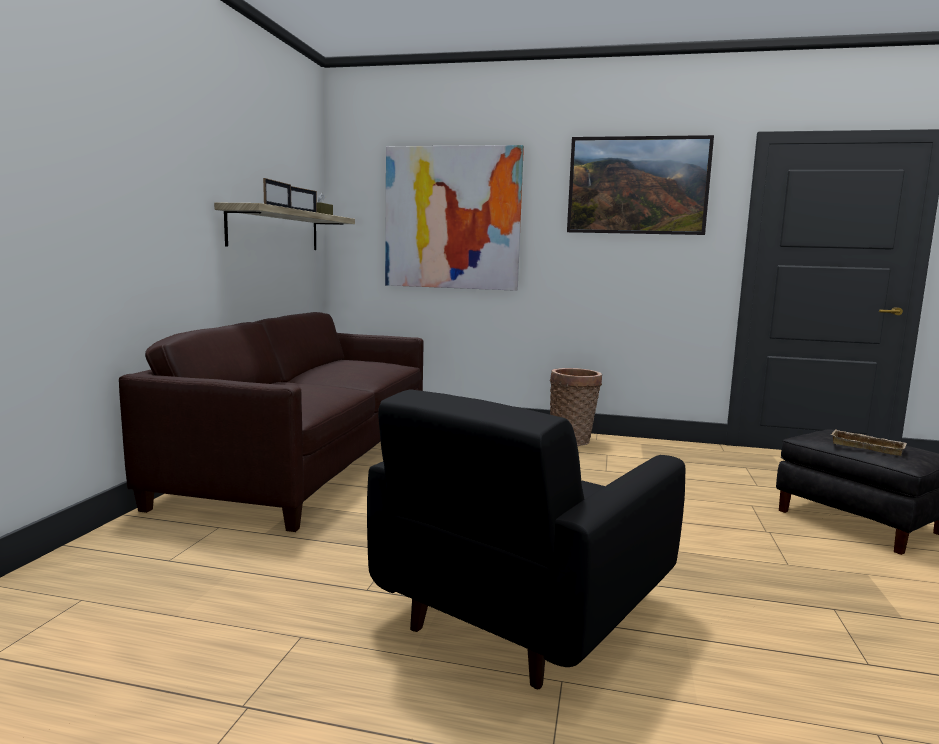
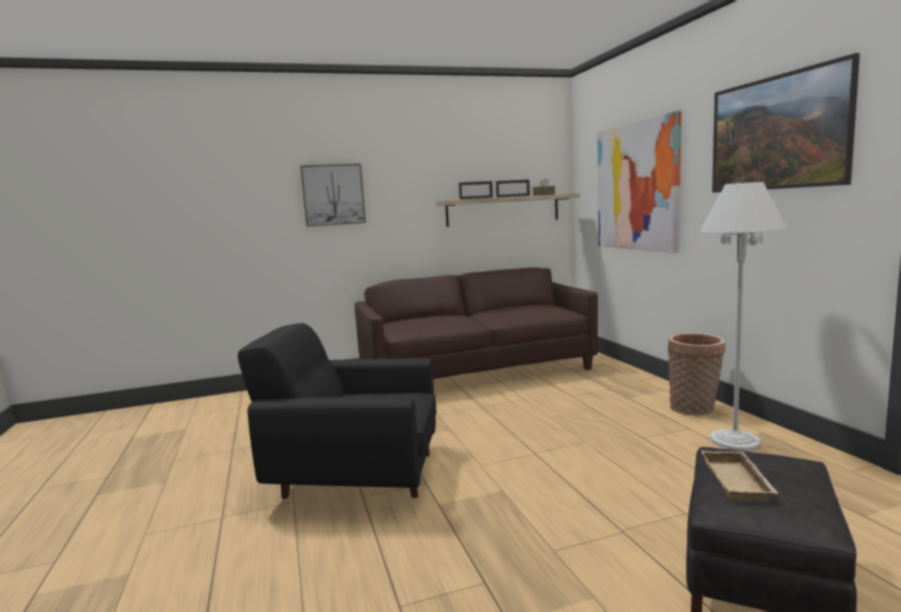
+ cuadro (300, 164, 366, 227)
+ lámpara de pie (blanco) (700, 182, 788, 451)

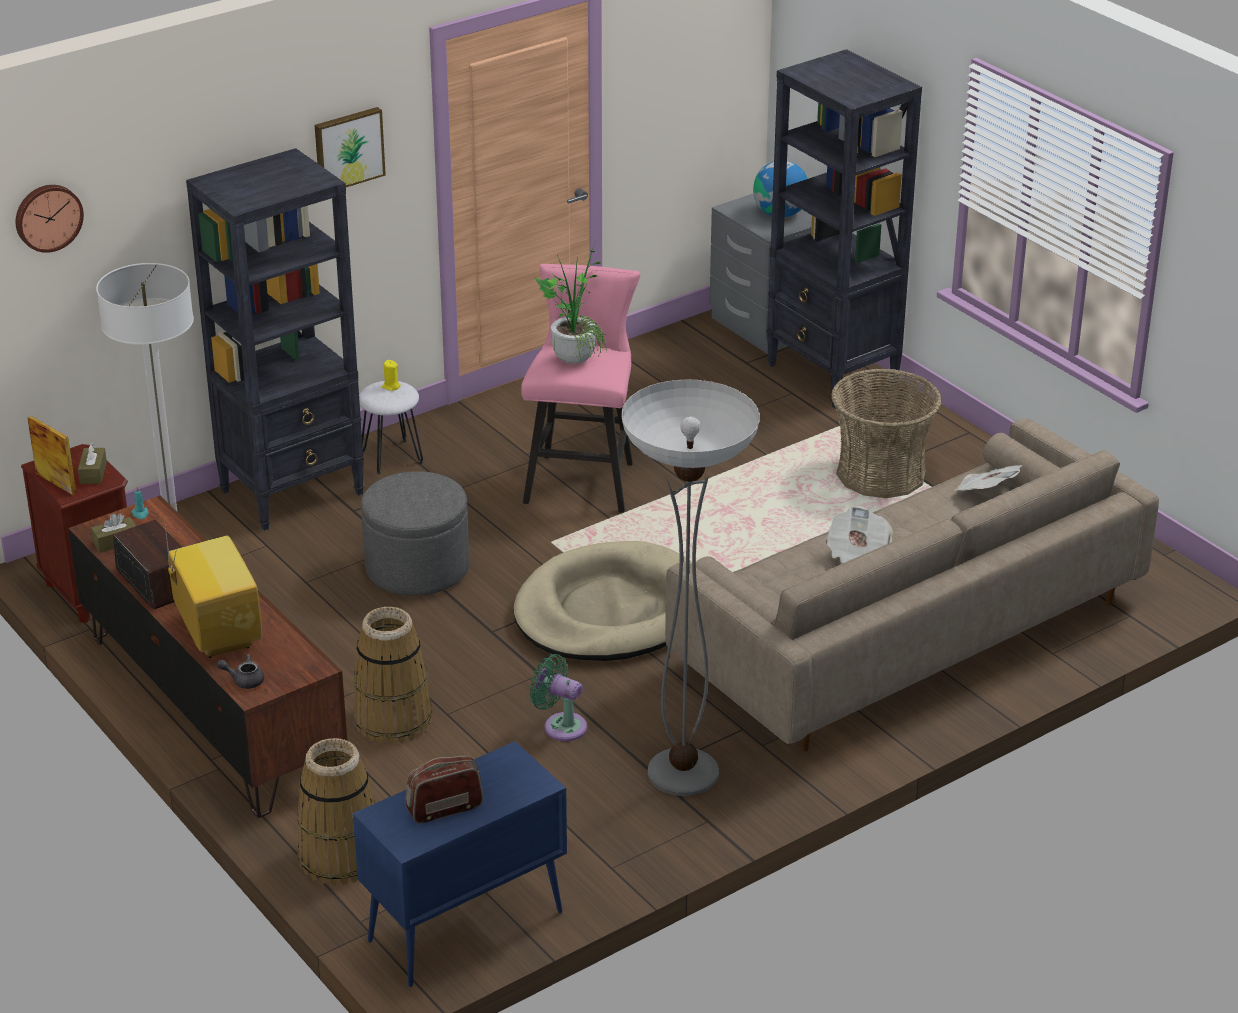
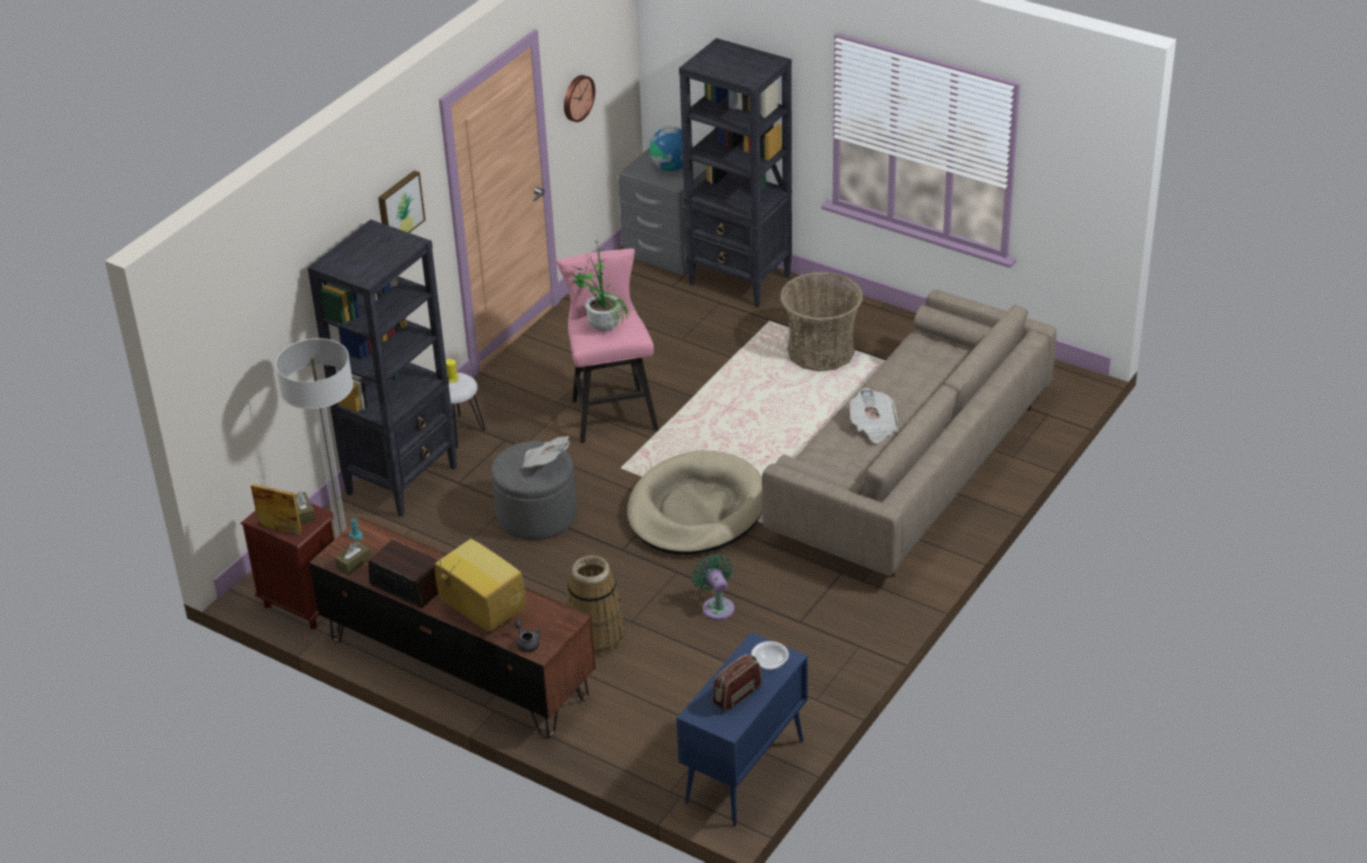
~ reloj de pared (16, 185, 84, 253) to (564, 75, 595, 122)
- lámpara de pie (621, 379, 760, 796)
~ periódico (954, 465, 1022, 491) to (522, 436, 569, 468)
~ tetera (gris) (217, 654, 264, 689) = (514, 620, 541, 652) 75 degrees clockwise
~ ventilador (verde) (530, 654, 587, 741) = (692, 554, 734, 620) 60 degrees clockwise
- cesta (297, 738, 375, 885)
+ cuenco (751, 641, 789, 670)

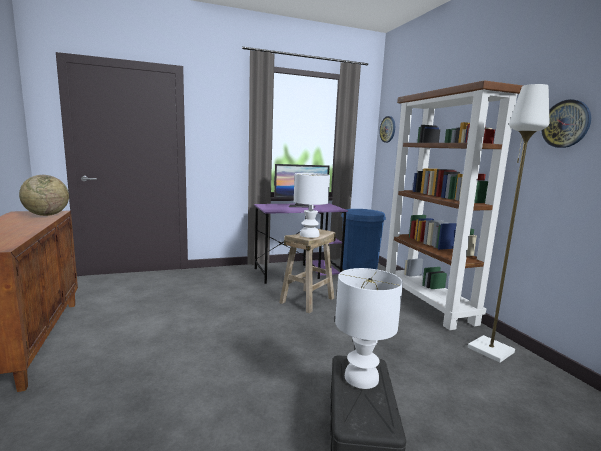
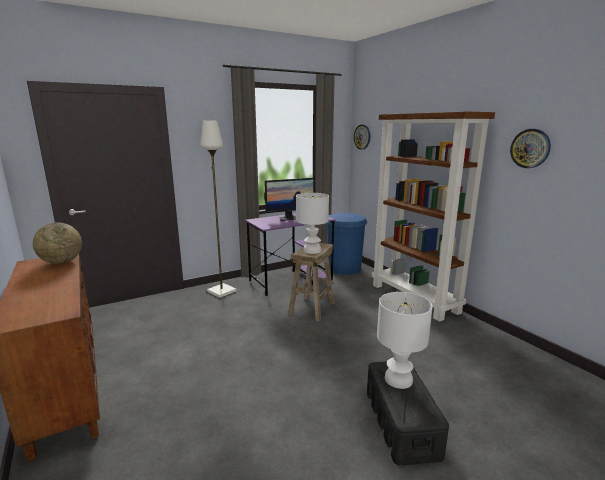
~ lámpara de pie (blanco) (468, 84, 549, 363) to (200, 121, 236, 298)

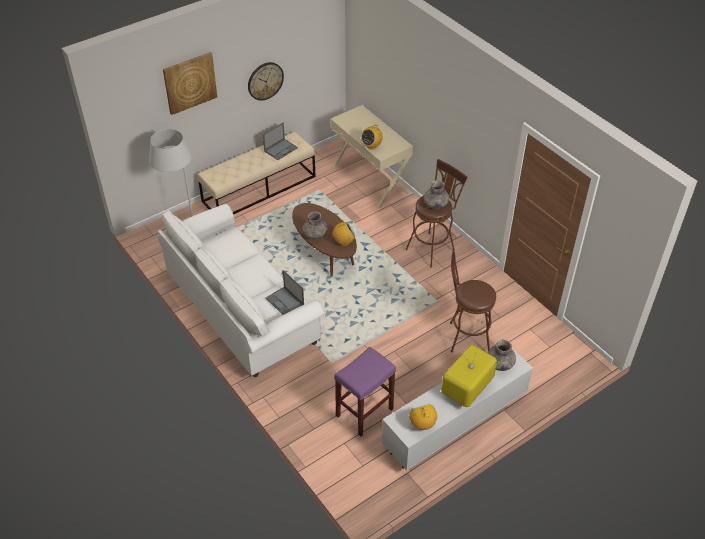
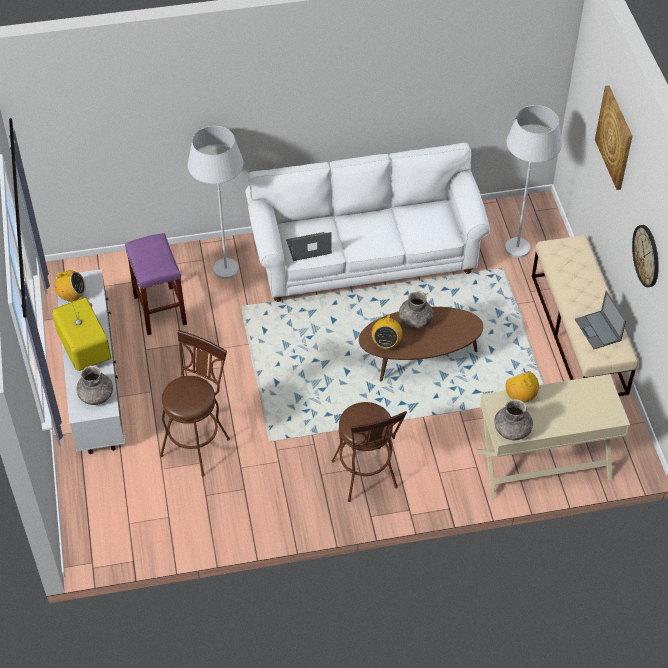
~ florero (gris) (424, 180, 449, 209) to (494, 399, 533, 440)
+ lámpara de pie (blanco) (188, 126, 243, 279)

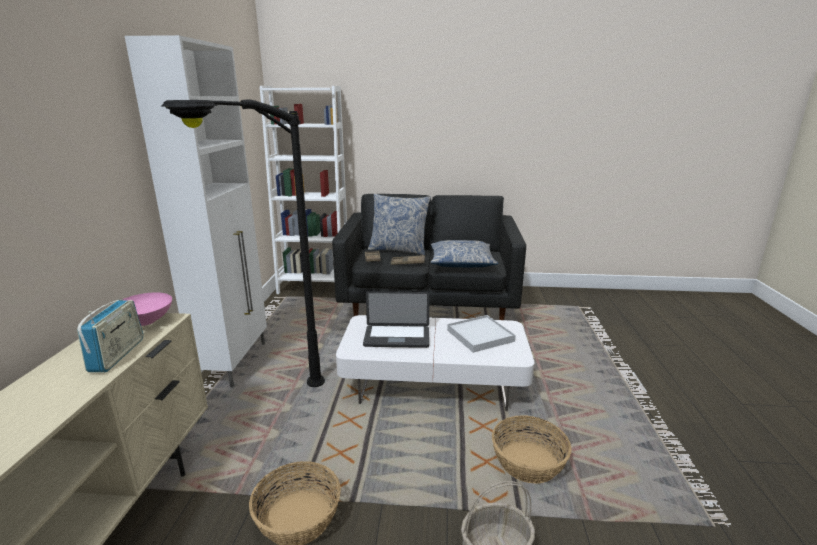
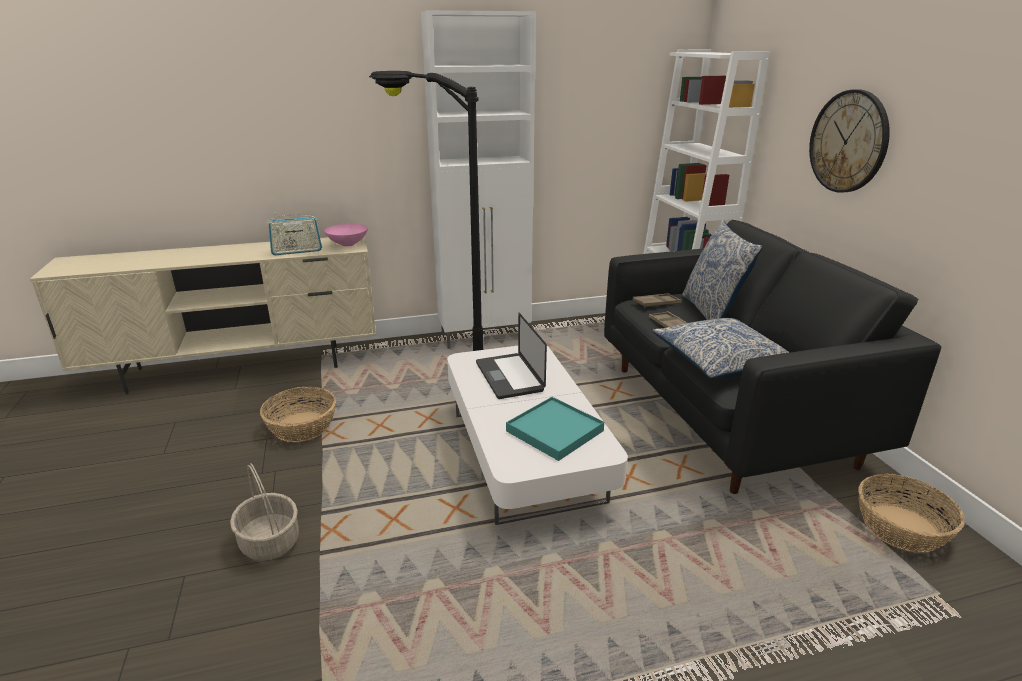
~ bandeja (blanco) (447, 315, 516, 353) to bandeja (turquesa) (506, 397, 604, 461)
~ cesta (492, 415, 572, 484) to (858, 474, 965, 553)
+ reloj de pared (809, 90, 890, 193)

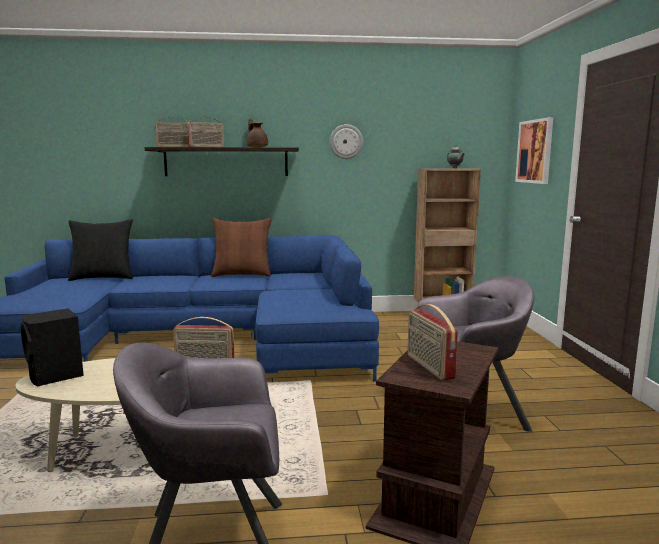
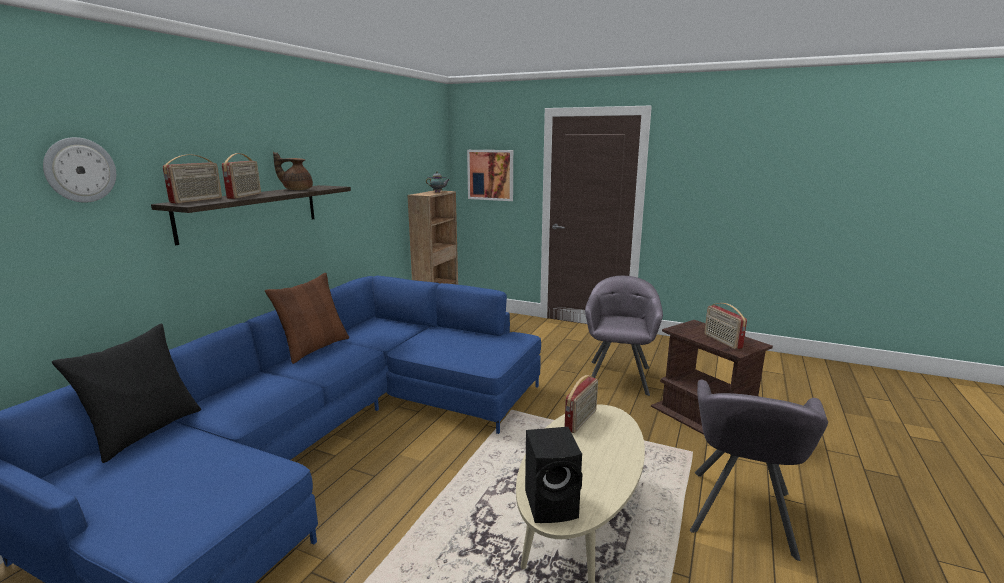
~ reloj de pared (329, 124, 363, 159) to (43, 137, 116, 203)
~ radio (407, 304, 458, 380) = (705, 303, 747, 349) 60 degrees clockwise

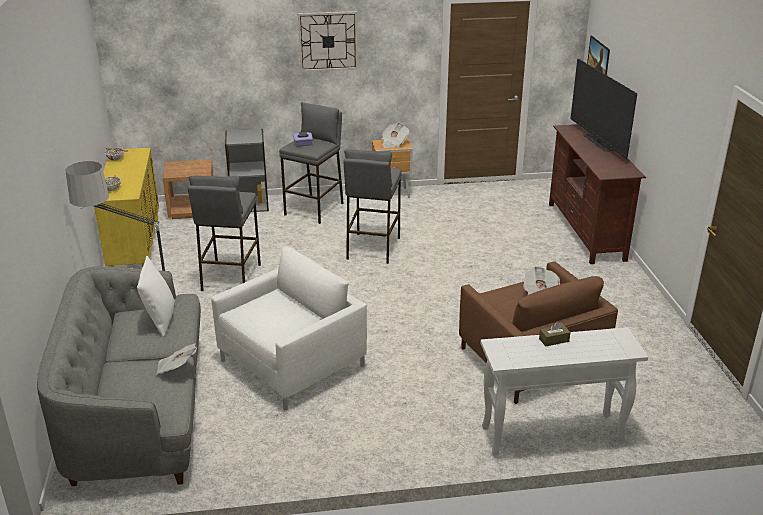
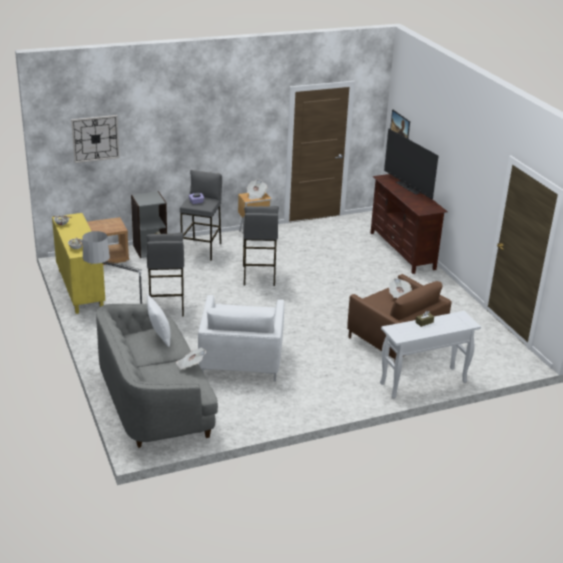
~ reloj de pared (298, 11, 358, 72) to (71, 115, 120, 163)
~ sillón (blanco) (211, 247, 367, 411) = (198, 295, 284, 382) 150 degrees clockwise

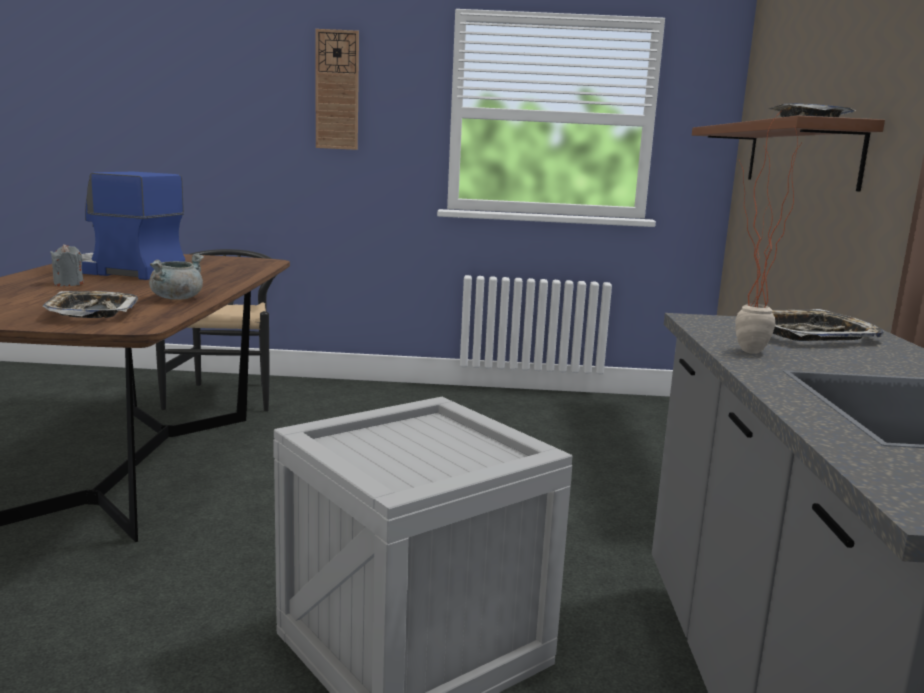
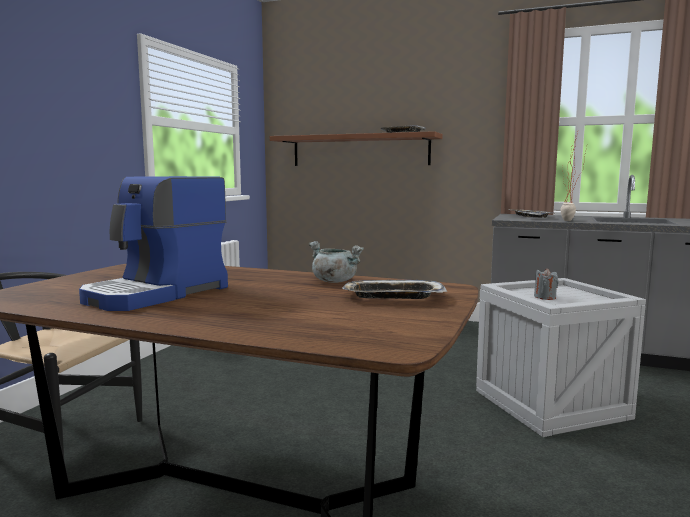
- reloj de pared (316, 29, 359, 150)
~ vela (gris) (50, 244, 84, 286) to (534, 268, 559, 300)

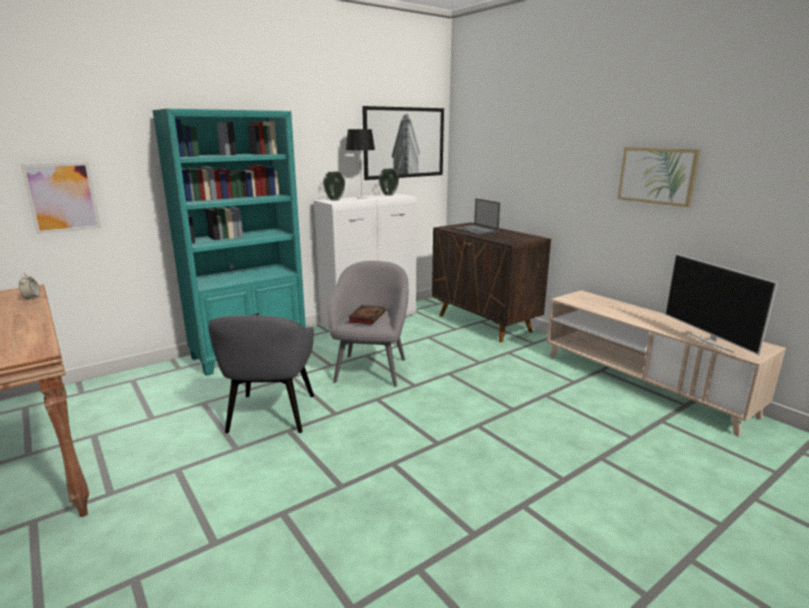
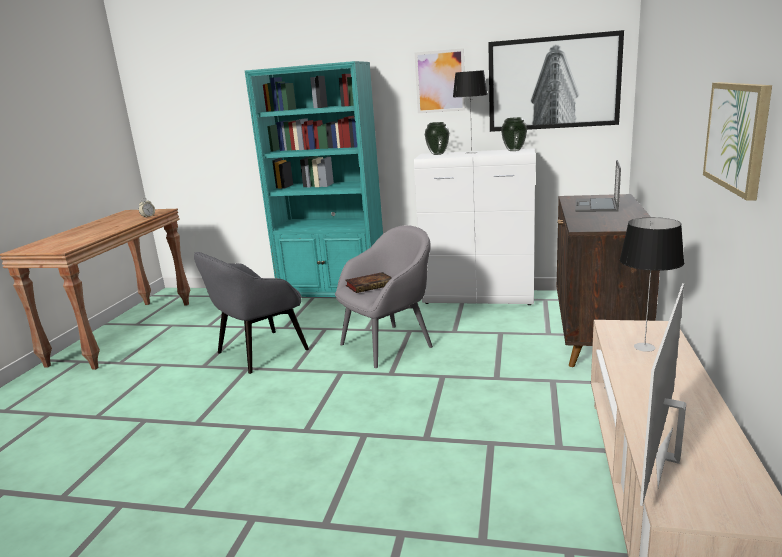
~ cuadro (20, 162, 101, 234) to (415, 48, 466, 113)
+ lámpara de mesa (620, 217, 684, 352)

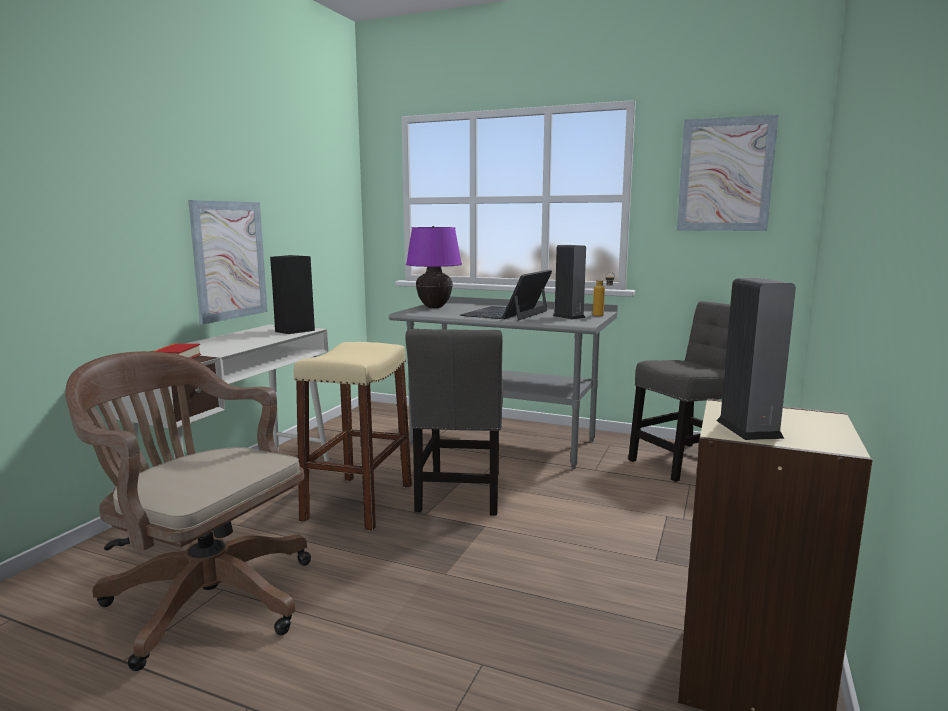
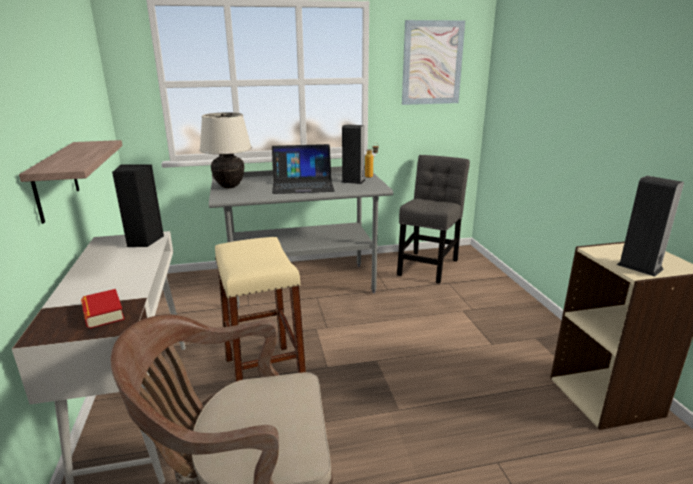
~ cuadro (188, 200, 268, 325) to estante (19, 140, 123, 224)
~ lámpara de mesa (morado) (406, 226, 462, 308) to lámpara de mesa (beis) (199, 112, 252, 188)
~ portátil (460, 270, 552, 321) = (272, 144, 335, 194) 90 degrees counterclockwise
- silla (gris) (405, 329, 503, 516)

